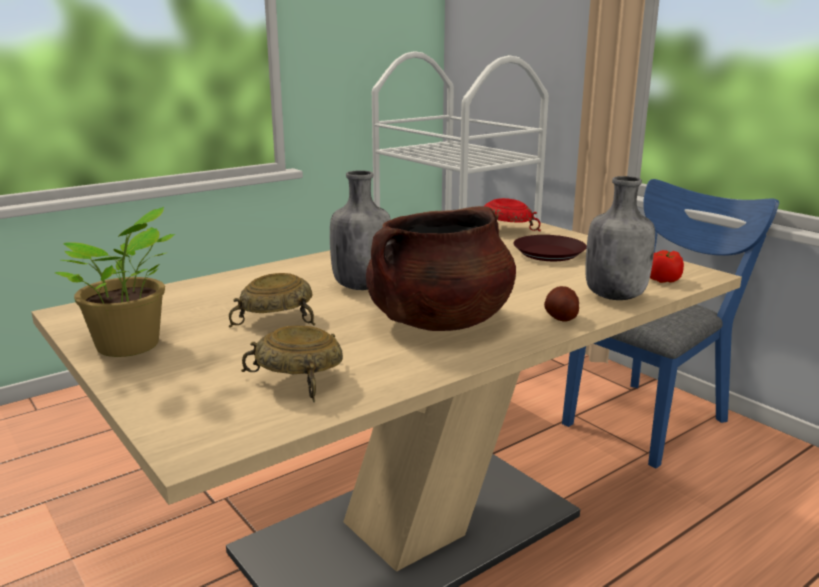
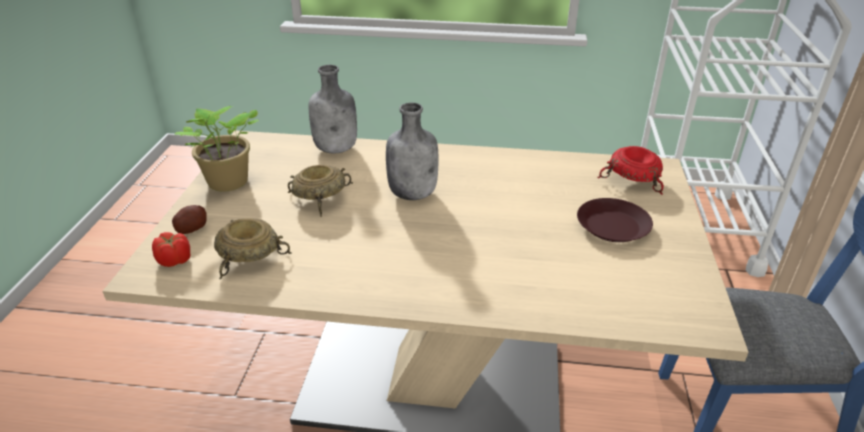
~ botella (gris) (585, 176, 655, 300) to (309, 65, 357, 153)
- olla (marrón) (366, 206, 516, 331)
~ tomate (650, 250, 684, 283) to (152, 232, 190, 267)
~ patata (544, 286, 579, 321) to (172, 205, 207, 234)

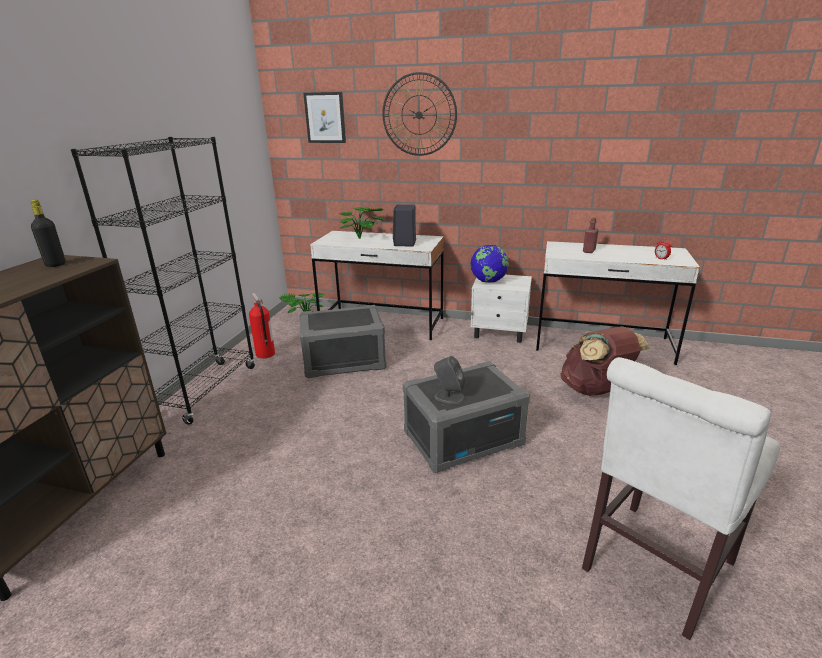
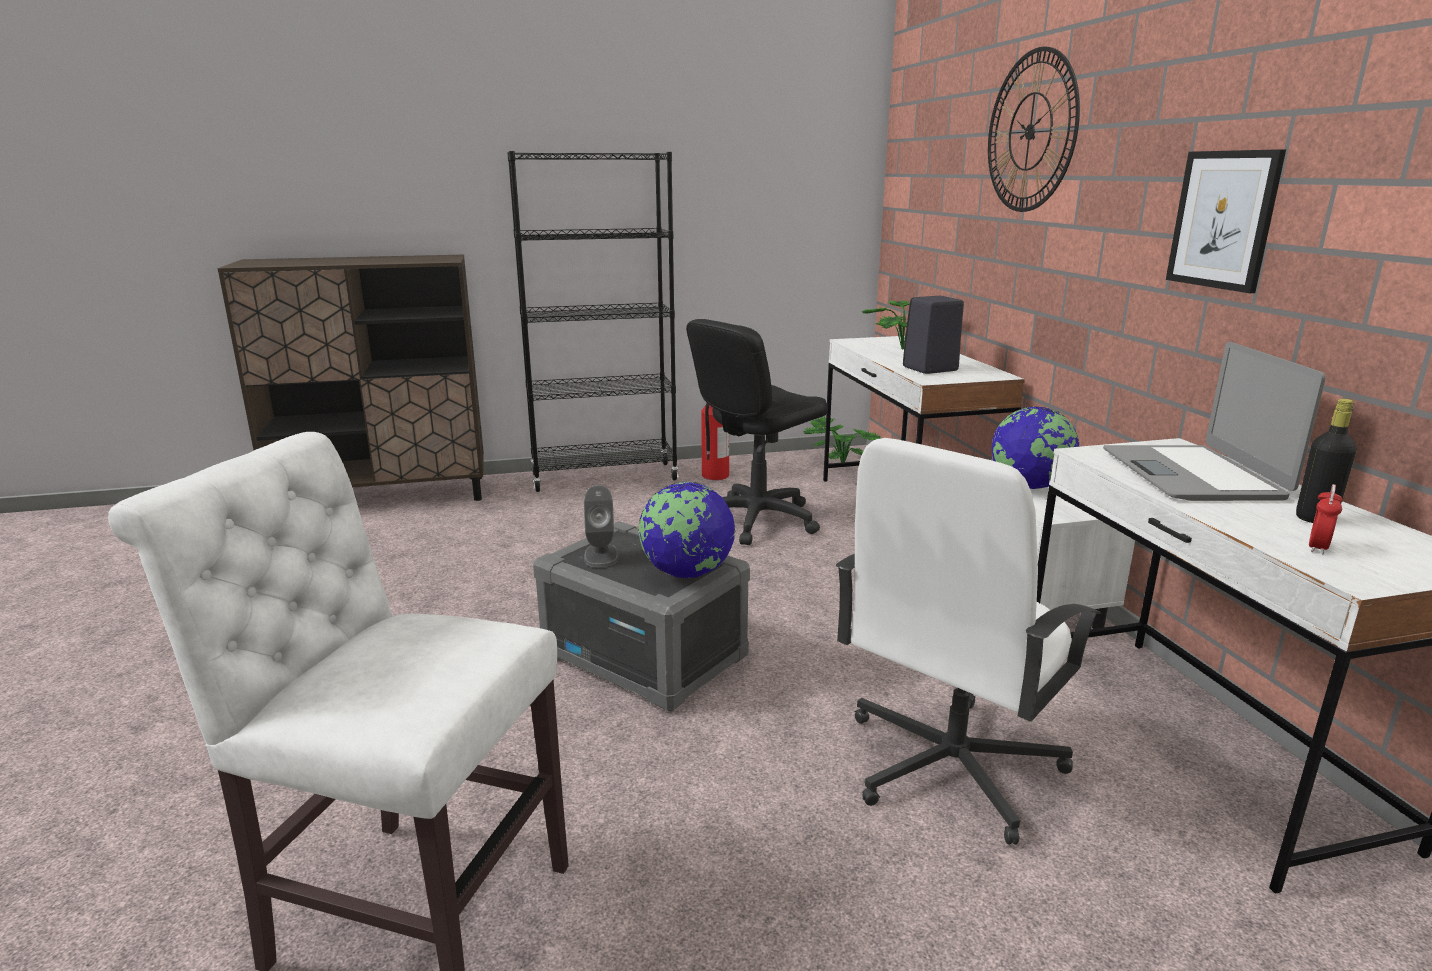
~ cuadro (303, 92, 346, 143) to (1166, 149, 1286, 293)
~ botella (negro) (30, 200, 66, 267) to (1296, 399, 1357, 523)
~ botella (rojo) (583, 218, 599, 253) to portátil (1103, 342, 1326, 501)
~ caja de almacenaje (gris) (299, 305, 386, 378) to silla de oficina (negro) (686, 319, 828, 545)
~ mochila (marrón) (560, 326, 651, 396) to silla de oficina (blanco) (836, 438, 1102, 845)
+ globo terráqueo (638, 482, 736, 578)

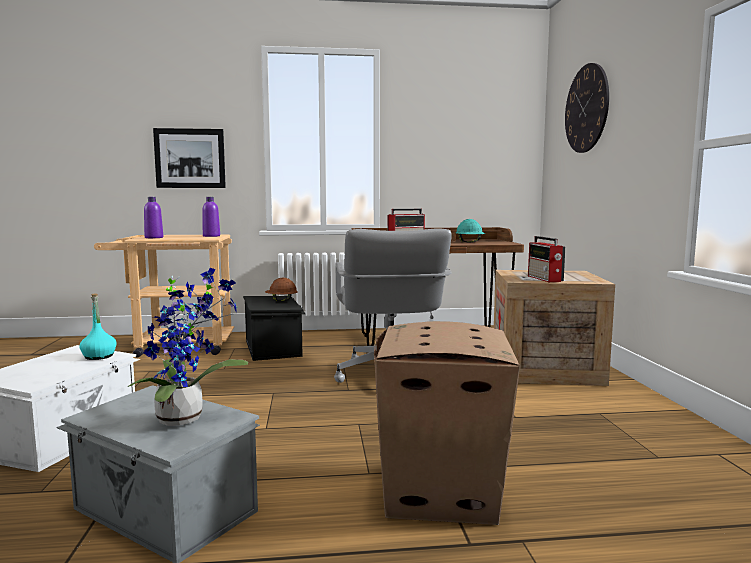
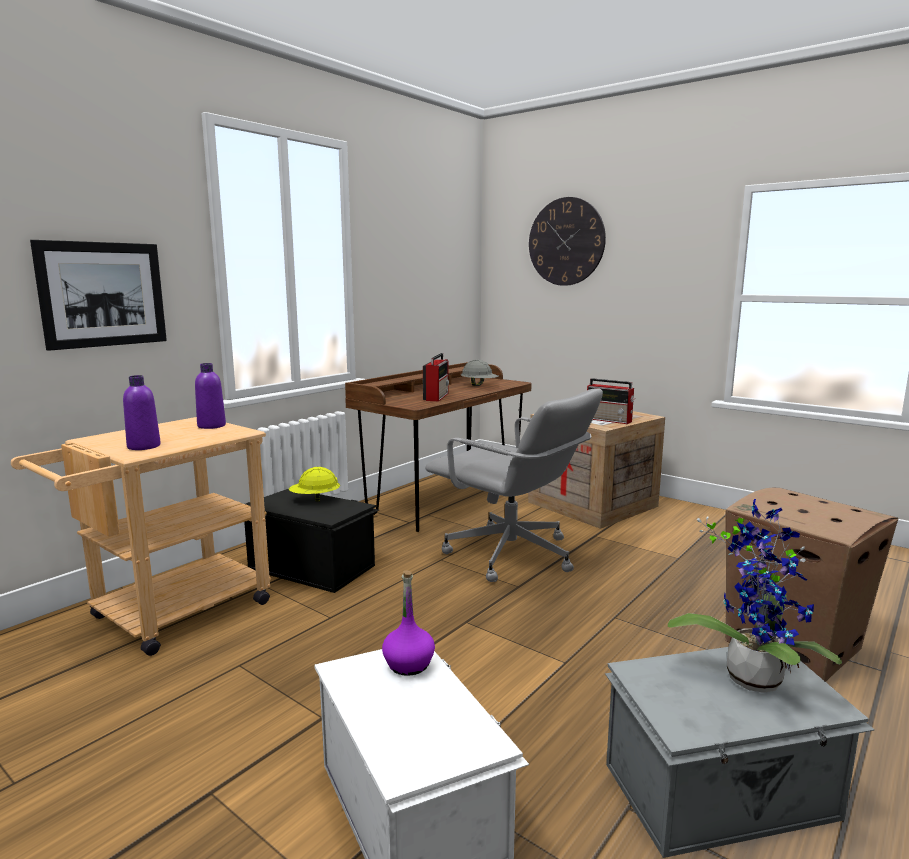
~ casco (turquesa) (456, 219, 486, 242) to casco (gris) (461, 360, 499, 386)
~ casco (marrón) (265, 278, 298, 302) to casco (amarillo) (289, 467, 340, 502)
~ botella (turquesa) (79, 294, 117, 360) to botella (morado) (382, 570, 435, 676)

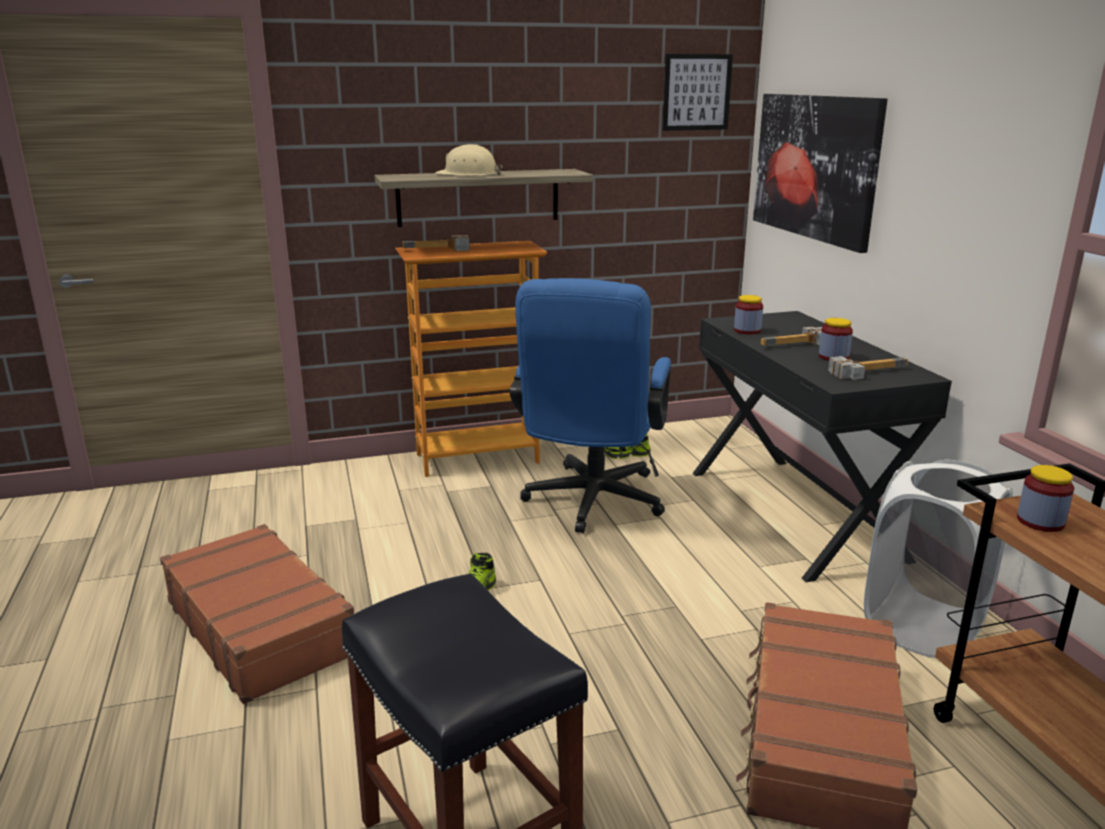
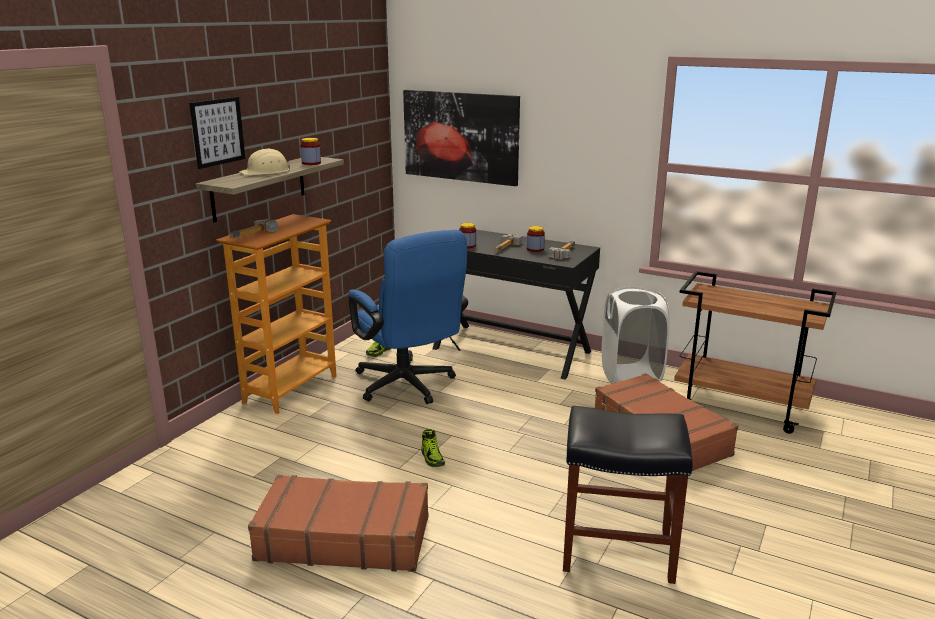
~ cuadro (662, 54, 733, 131) to (189, 97, 245, 169)
~ tarro (1017, 465, 1074, 532) to (300, 138, 321, 165)

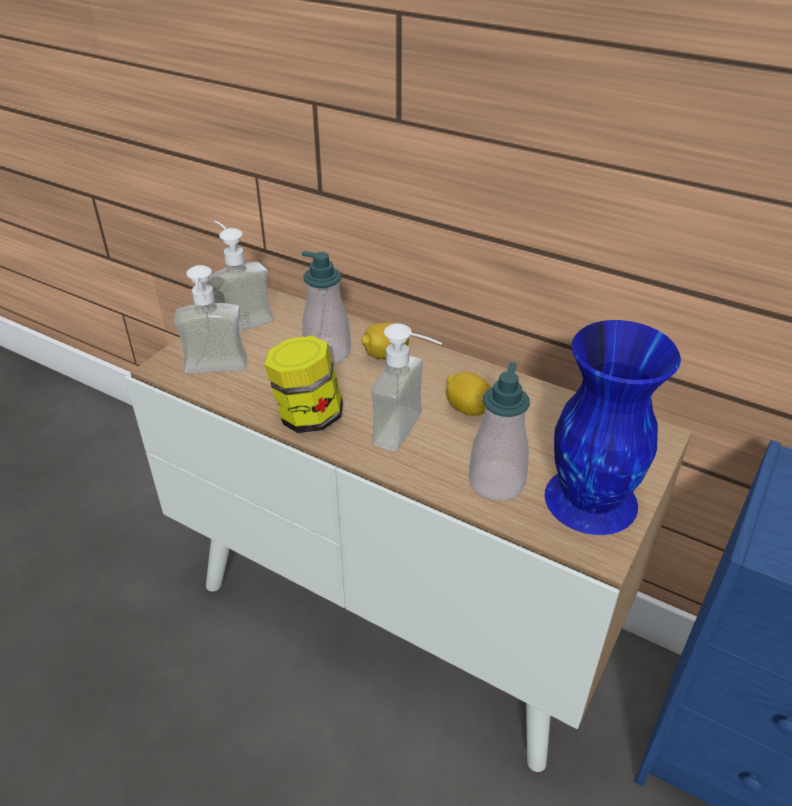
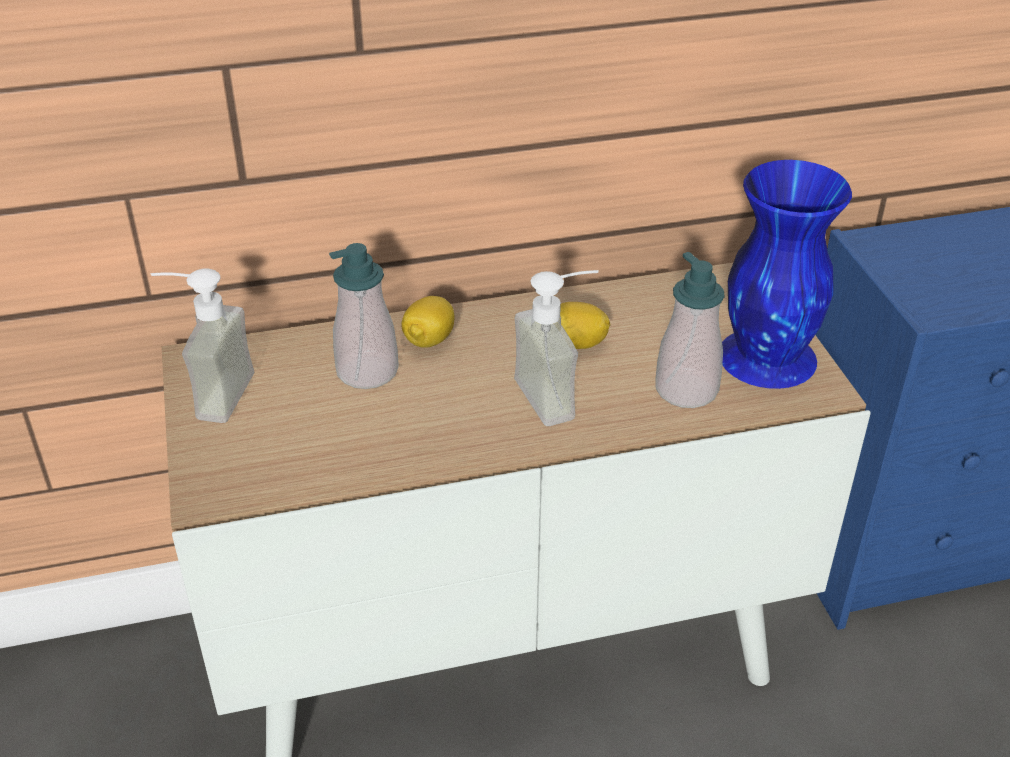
- dispensador de jabón (174, 265, 247, 373)
- tarro (264, 336, 343, 433)

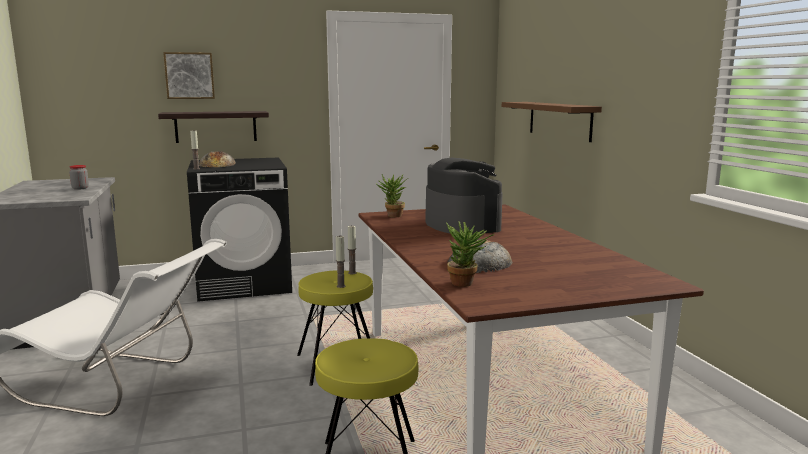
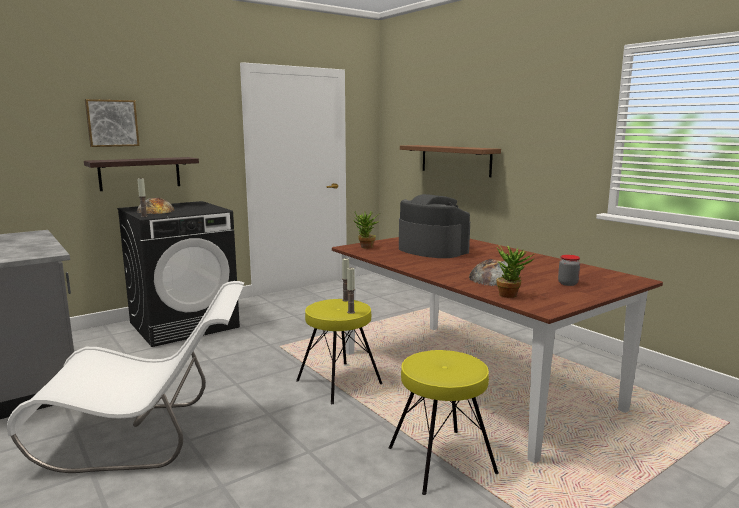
~ tarro (69, 165, 89, 190) to (558, 255, 580, 286)

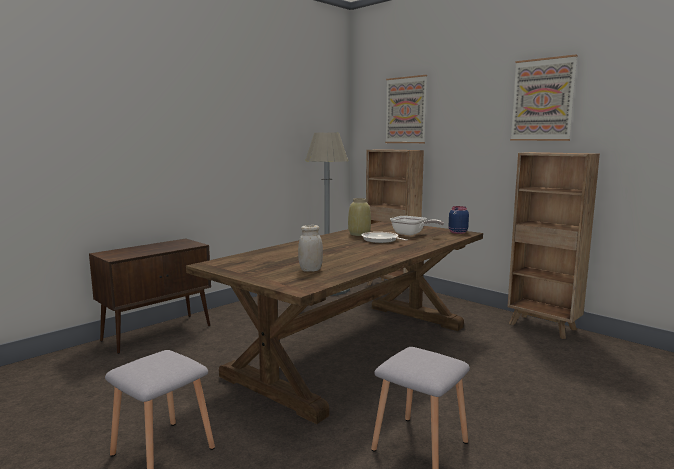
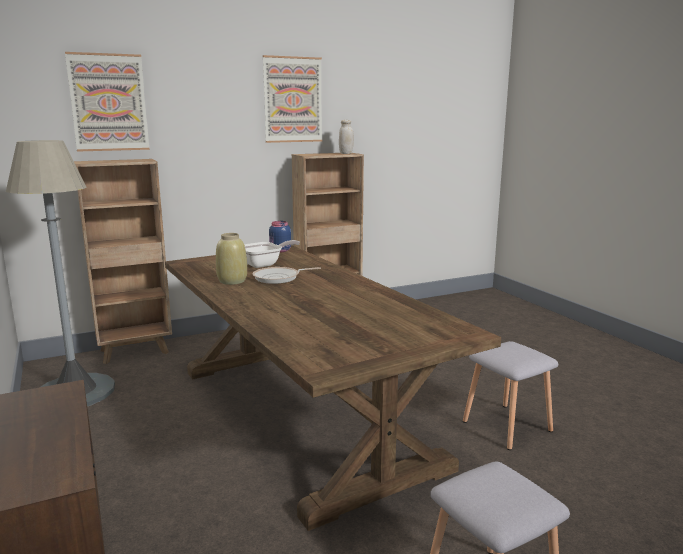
~ tarro (blanco) (298, 225, 323, 272) to (339, 120, 354, 154)

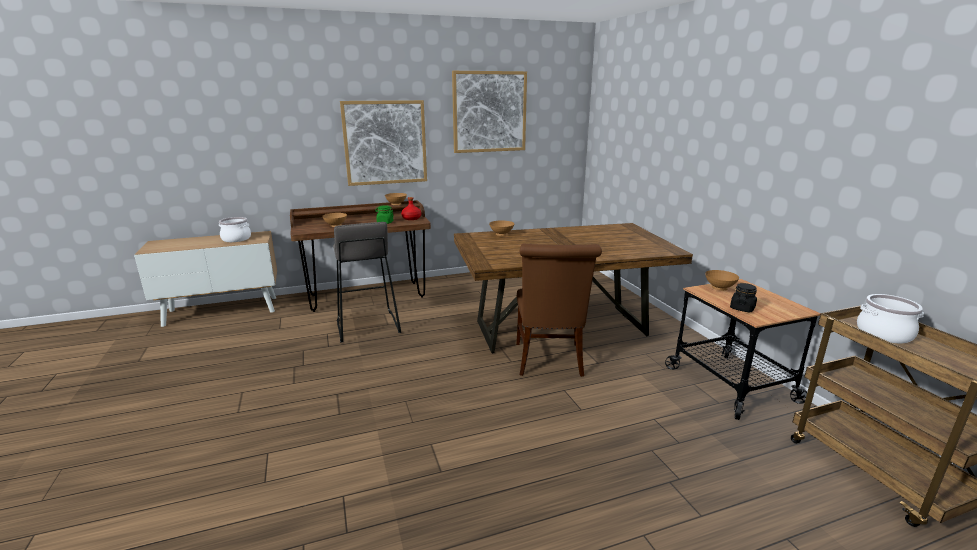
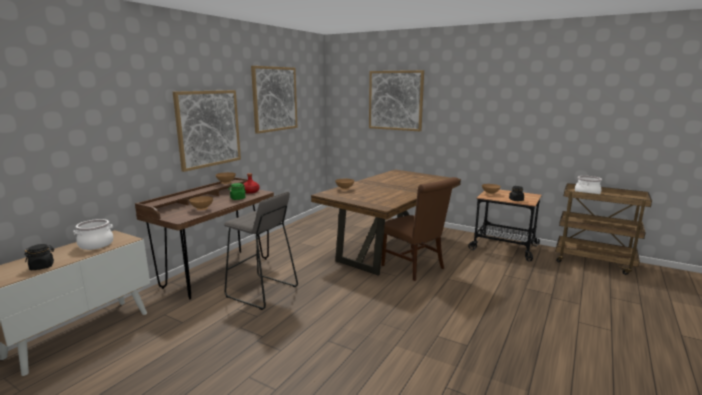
+ cuadro (369, 70, 424, 131)
+ tarro (negro) (24, 244, 54, 270)

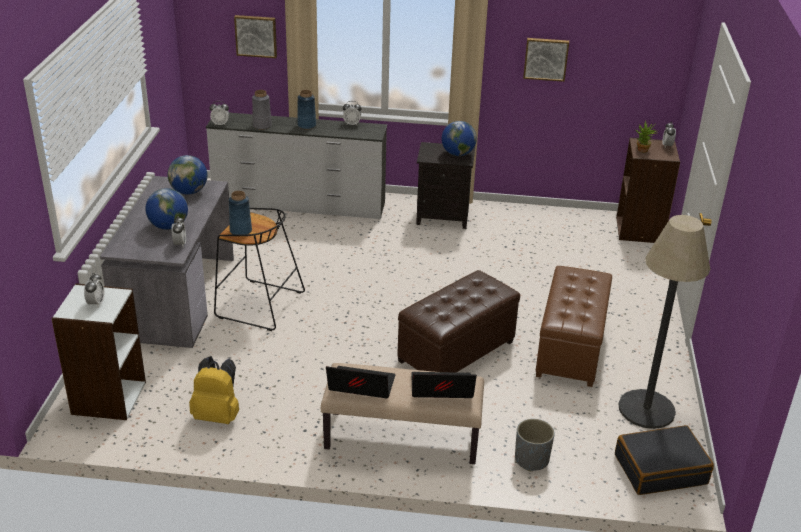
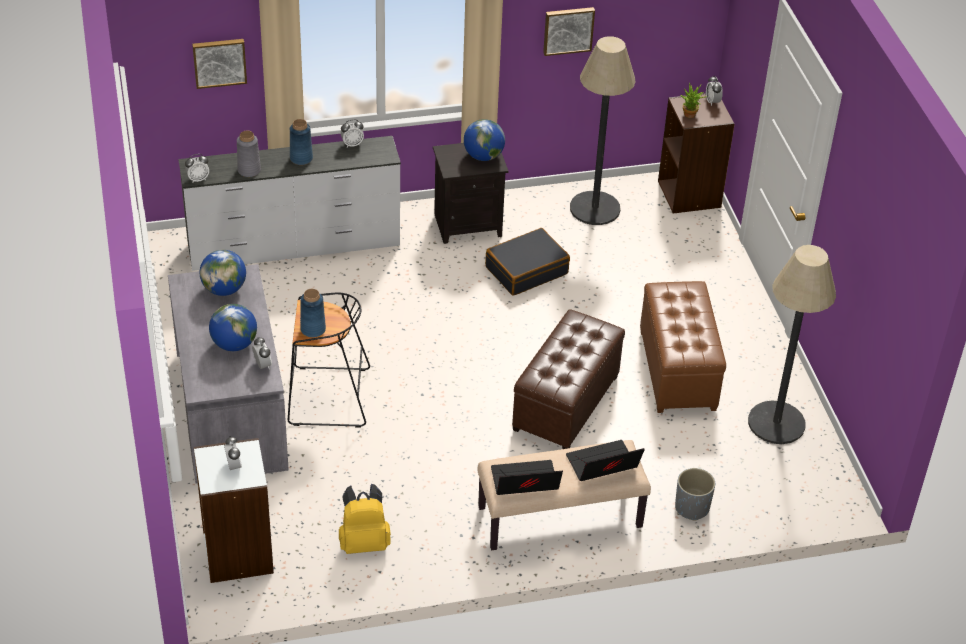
~ maleta (negro) (615, 425, 714, 495) to (485, 228, 570, 296)
+ lámpara de pie (570, 36, 636, 225)

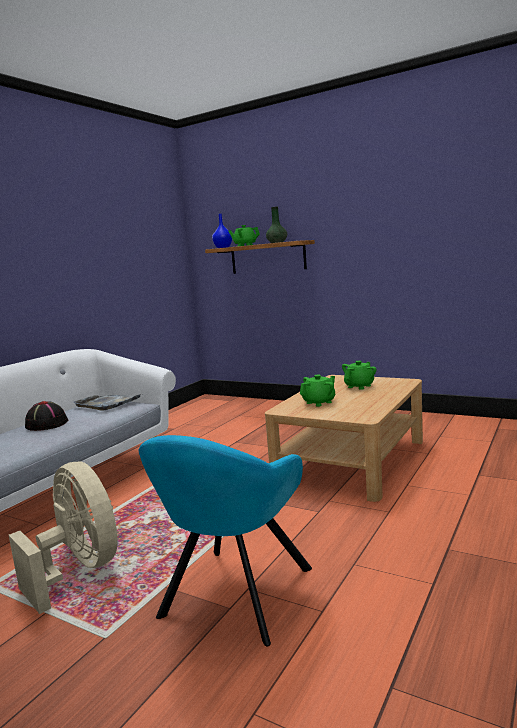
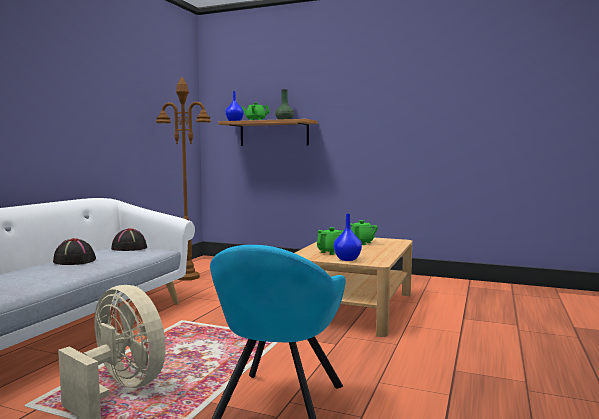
~ bandeja (gris) (74, 394, 141, 411) to sombrero (negro) (111, 228, 147, 251)
+ lámpara de pie (marrón) (156, 77, 211, 281)
+ florero (azul) (334, 214, 362, 261)

